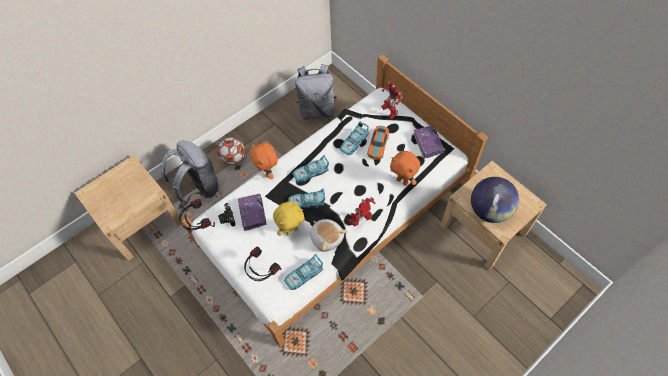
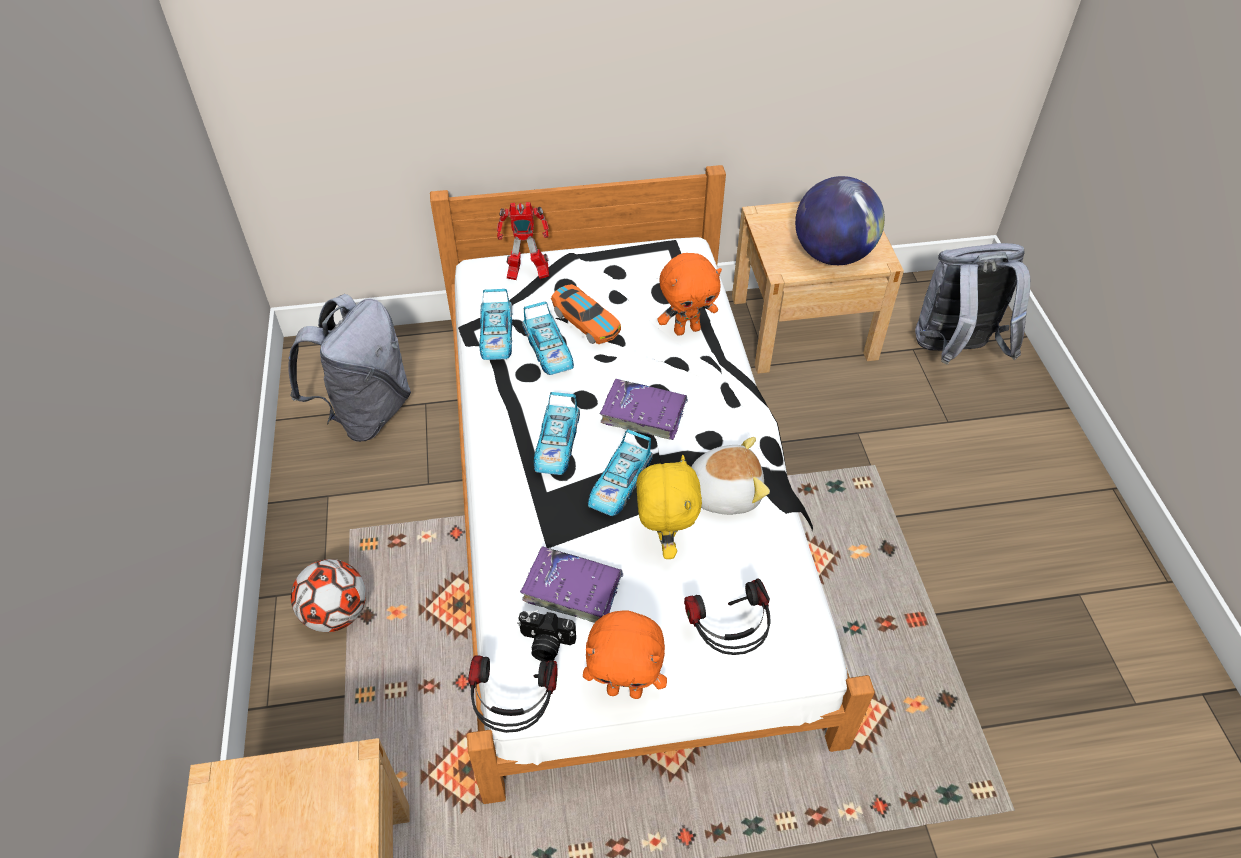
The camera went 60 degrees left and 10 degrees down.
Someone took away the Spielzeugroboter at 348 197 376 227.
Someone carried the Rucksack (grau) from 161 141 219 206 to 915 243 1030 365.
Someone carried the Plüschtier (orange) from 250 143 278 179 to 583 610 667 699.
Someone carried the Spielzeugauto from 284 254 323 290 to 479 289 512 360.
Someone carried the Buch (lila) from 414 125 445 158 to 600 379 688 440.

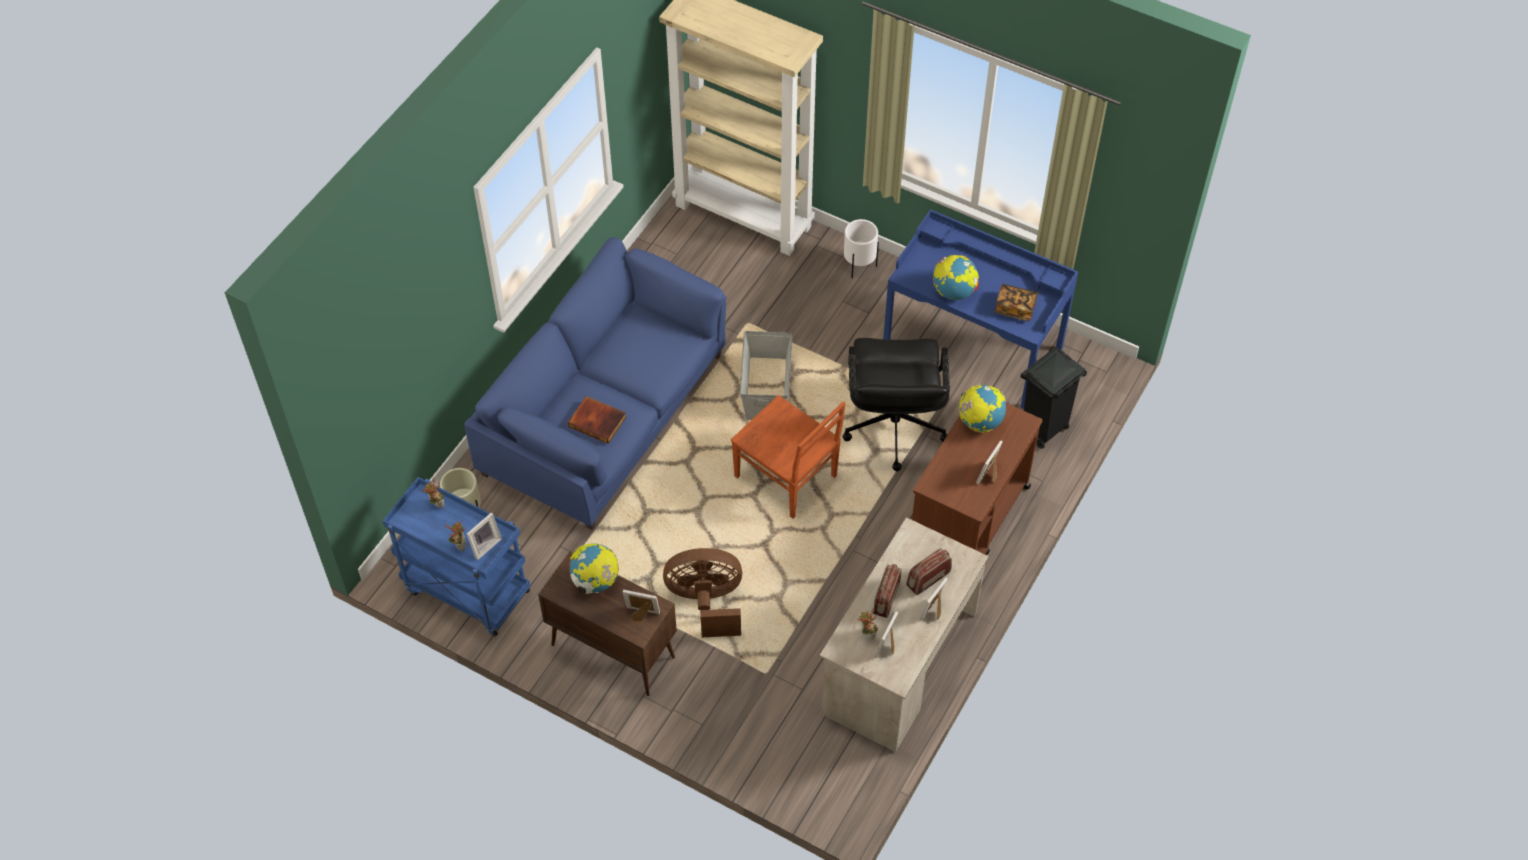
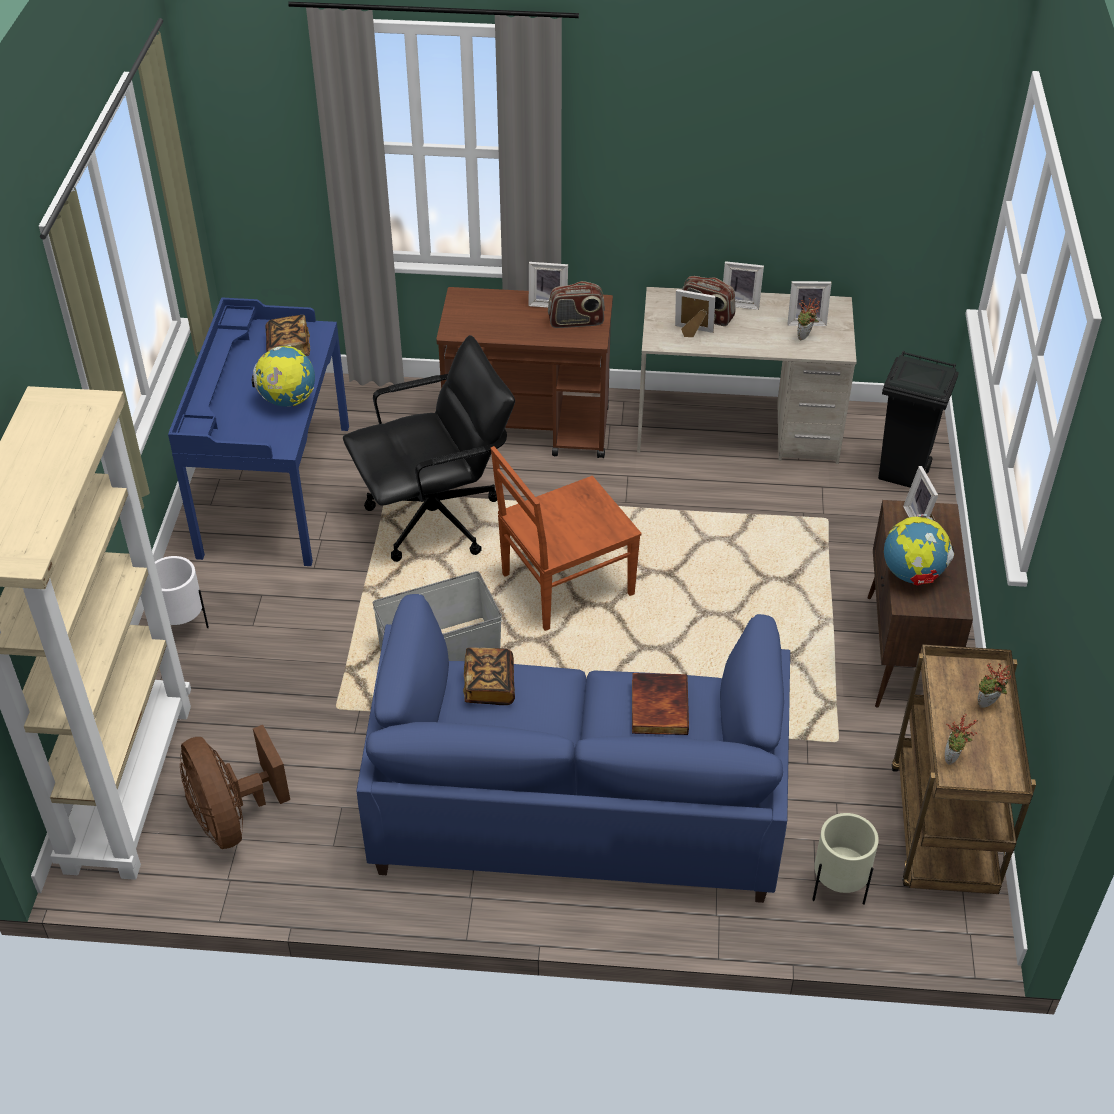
The camera went 115 degrees left and 10 degrees down.
Someone took away the Globus at 959 385 1006 433.
Someone put down the Buch at 463 647 515 705.
Someone carried the Bilderrahmen from 467 512 502 560 to 675 289 715 337.
Someone carried the Ventilator (braun) from 663 548 742 637 to 180 725 290 849.
Someone carried the Radio from 873 564 901 618 to 548 281 605 328.
Someone carried the Mülleimer (schwarz) from 1021 347 1087 449 to 878 351 959 488.
Someone repainted the Rollwagen (blau) at 383 477 530 637, which became the Rollwagen (braun) at 891 644 1036 894.
Someone rotated the Stuhl (braun) at 731 395 846 519 by 135 degrees counterclockwise.

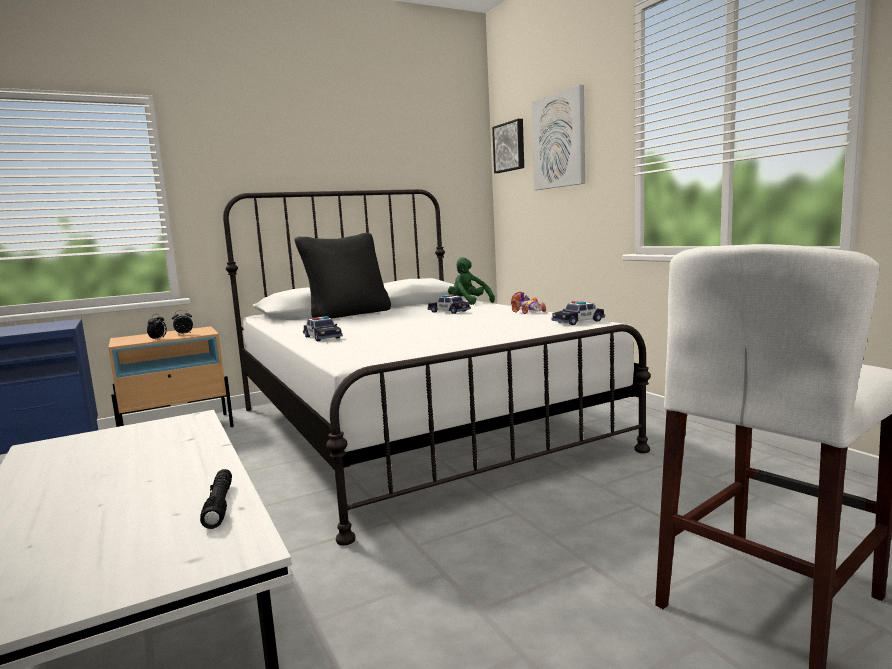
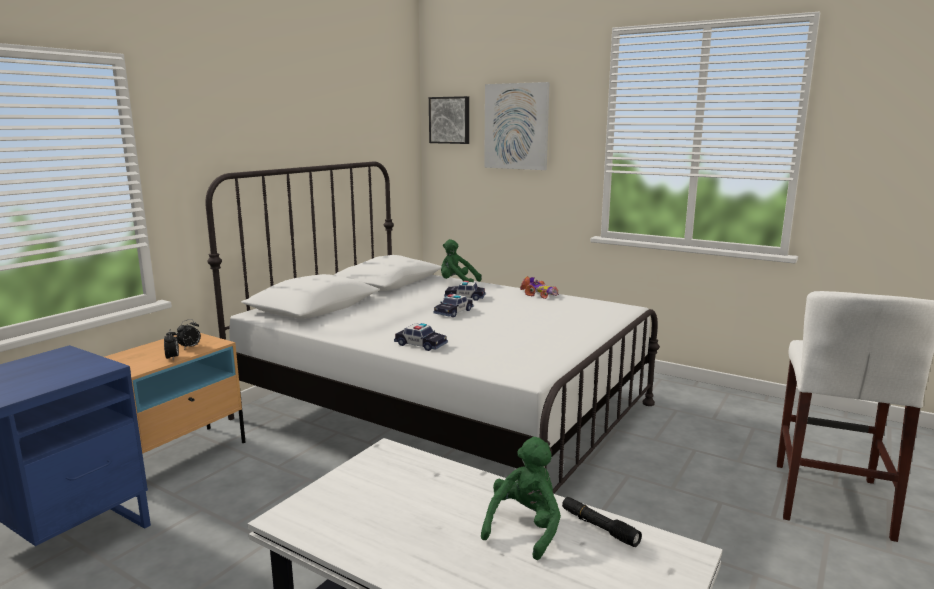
The camera went 30 degrees left and 5 degrees up.
Someone took away the Kissen (schwarz) at 294 233 391 319.
Someone put down the Plüschtier (grün) at 481 437 561 560.
Someone carried the Spielzeugauto from 551 301 605 325 to 433 294 474 317.

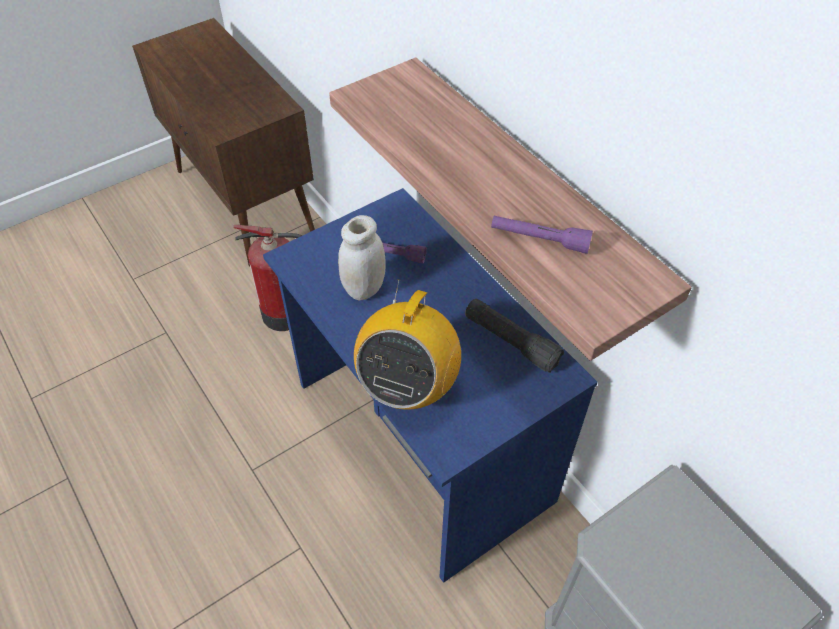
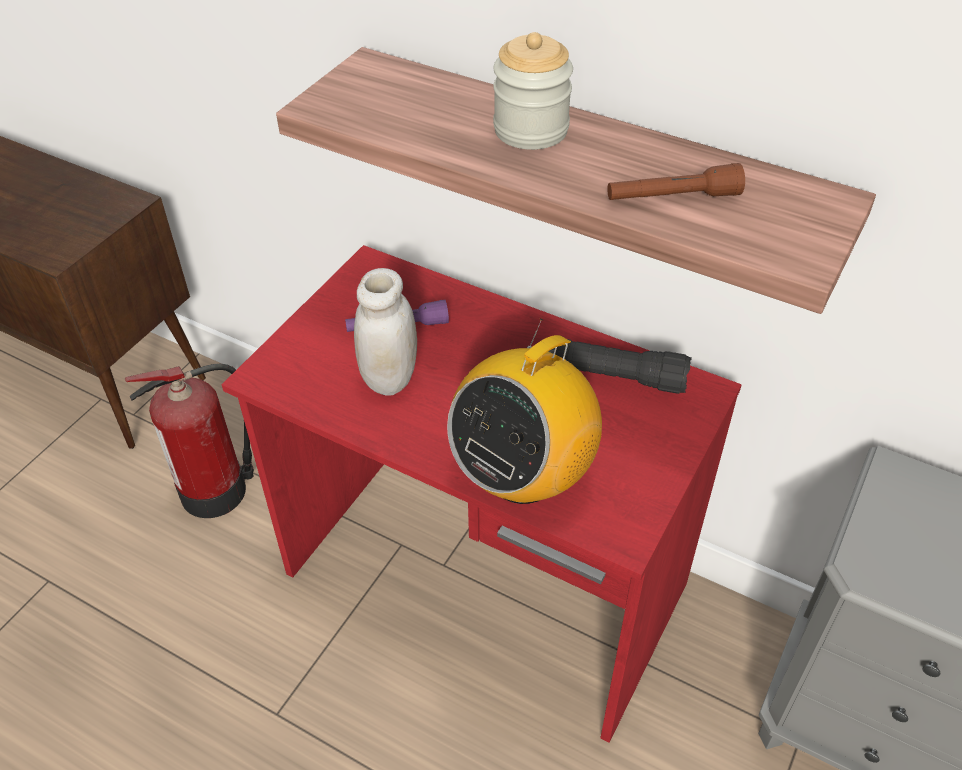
The camera went 25 degrees left and 5 degrees down.
Someone put down the Vorratsglas at 493 32 573 150.
Someone repainted the Schreibtisch (blau) at 263 188 598 583, which became the Schreibtisch (rot) at 222 245 742 743.
Someone repainted the Taschenlampe (lila) at 491 216 593 254, which became the Taschenlampe (braun) at 607 163 745 200.
Someone rotated the Radio at 354 279 461 410 by 45 degrees clockwise.

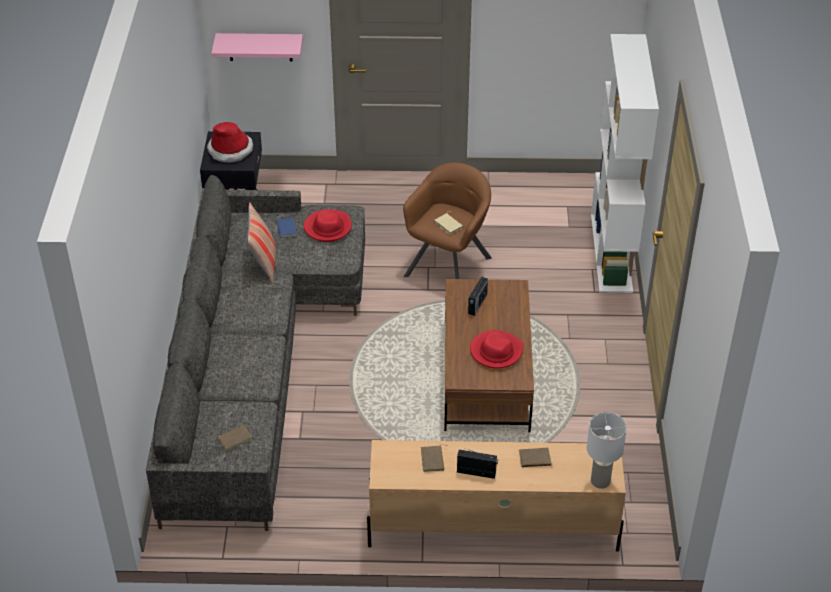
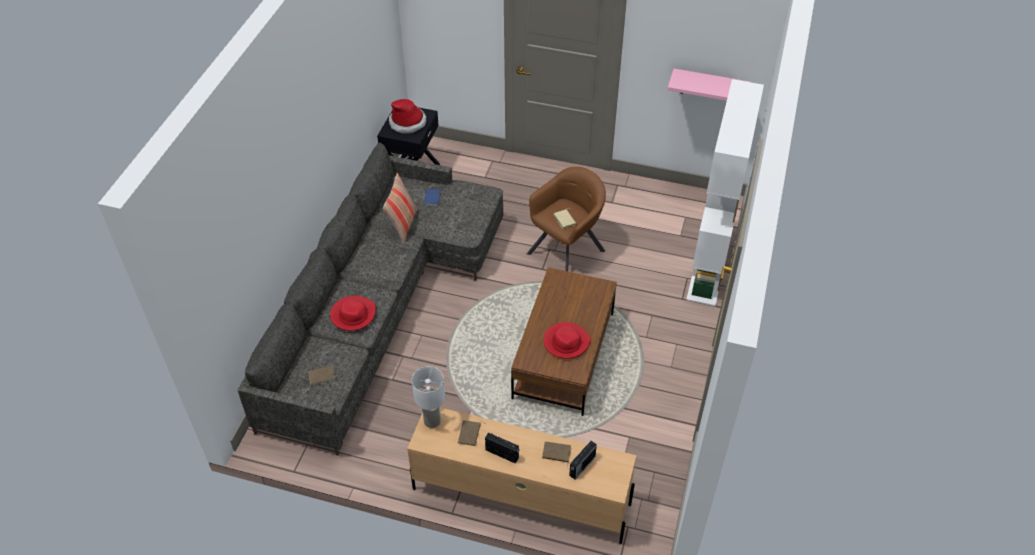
The camera went 15 degrees right and 5 degrees up.
Someone carried the Wandregal (rosa) from 211 33 303 62 to 668 69 750 101.
Someone carried the Hut (rot) from 304 209 352 242 to 330 296 376 331.
Someone carried the Radio from 468 277 488 316 to 569 441 597 479.
Someone carried the Tischlampe (weiß) from 587 412 627 489 to 412 366 445 428.

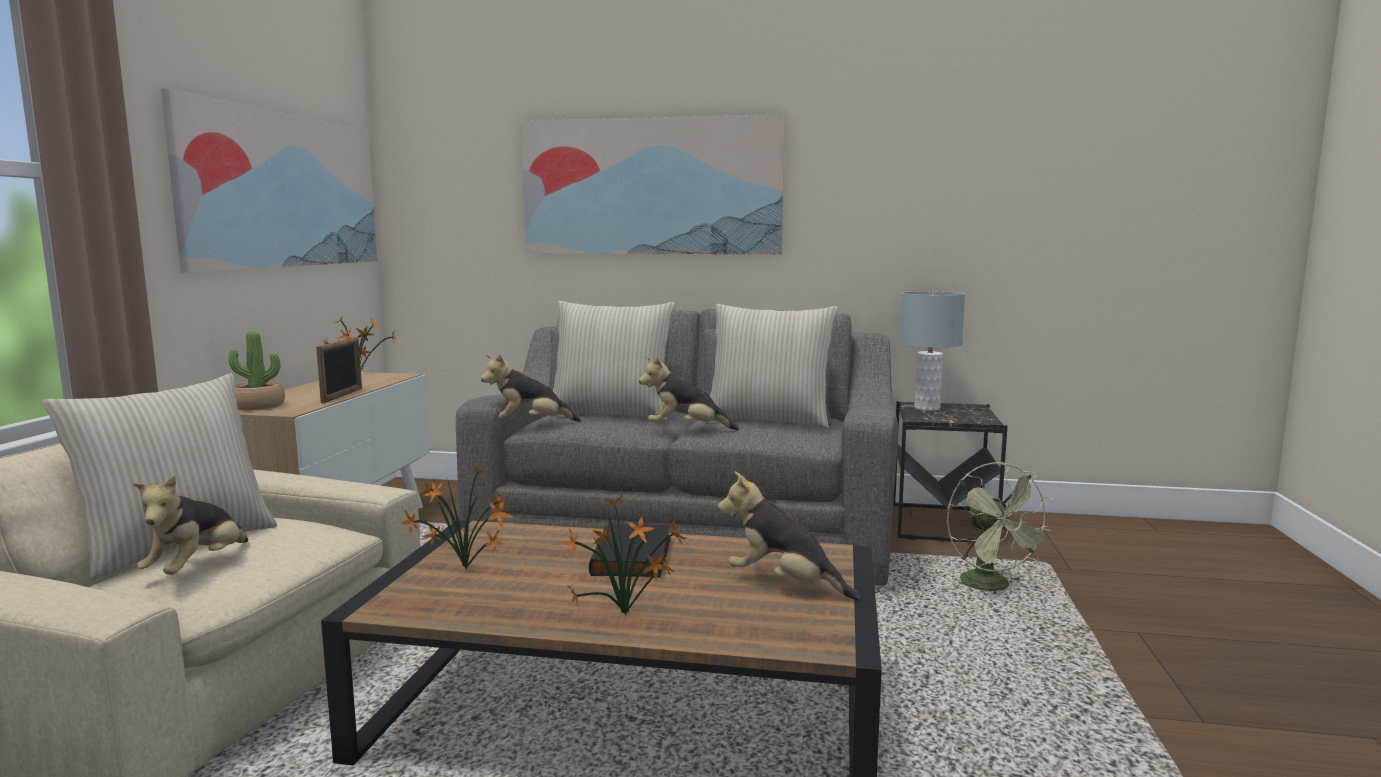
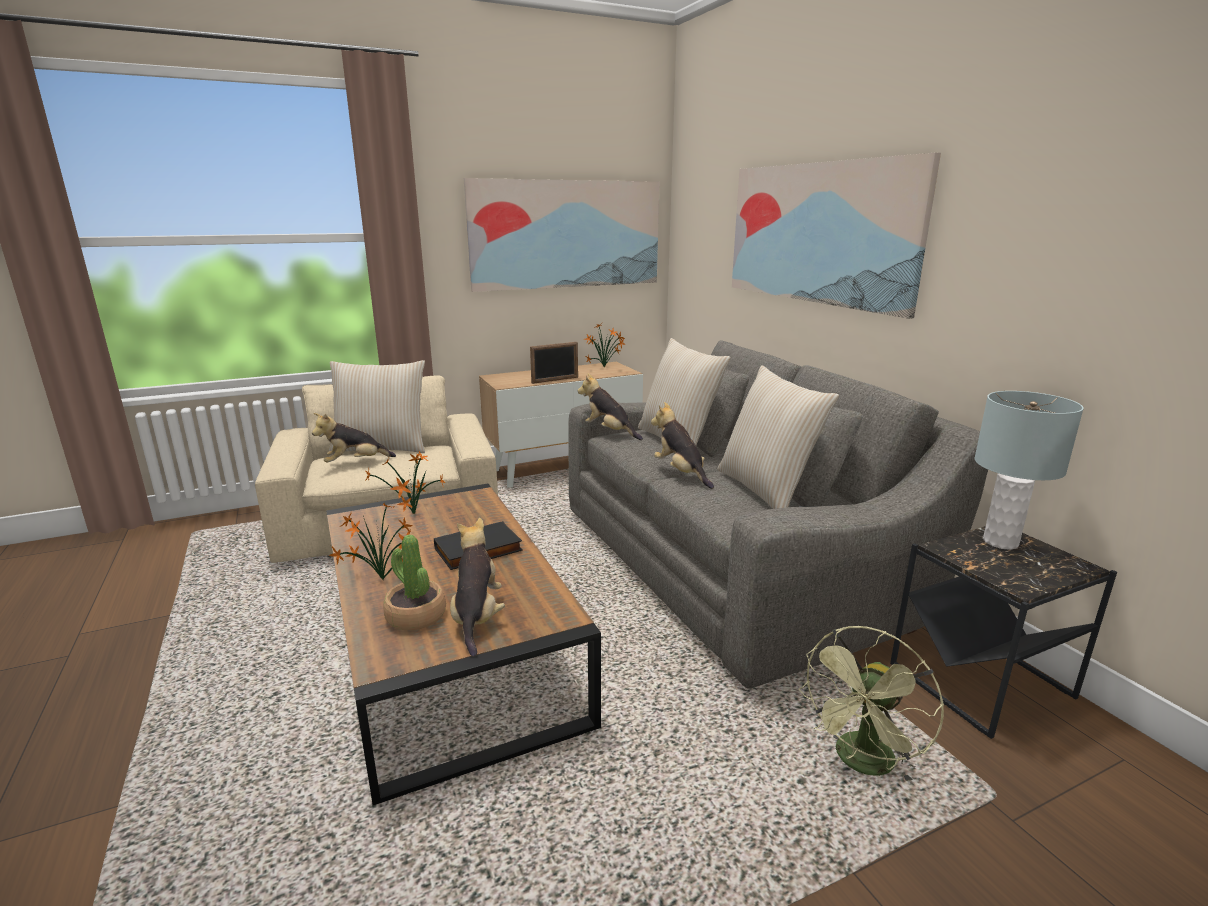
The camera went 55 degrees right and 10 degrees up.
Someone carried the Topfpflanze from 228 330 285 410 to 383 535 446 630.

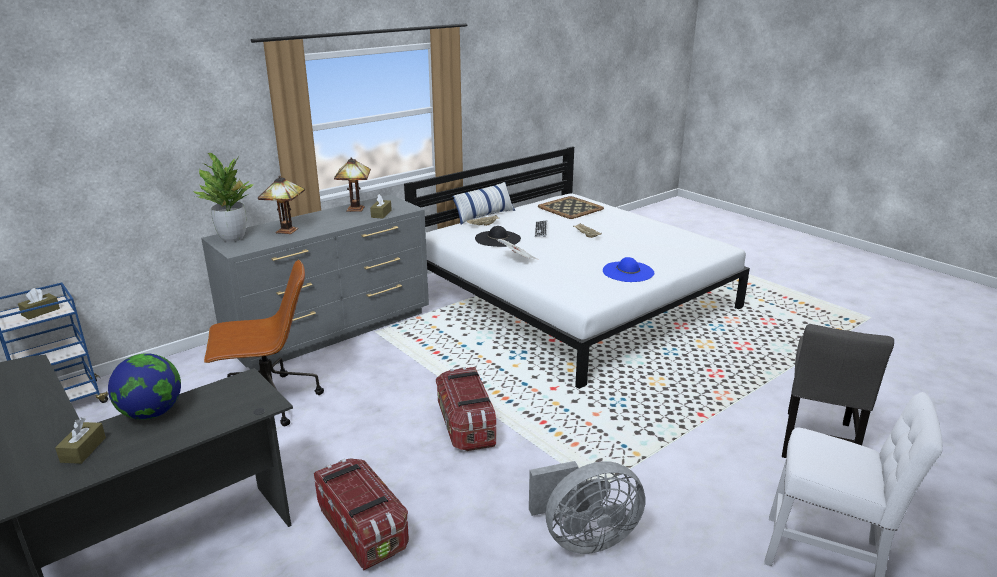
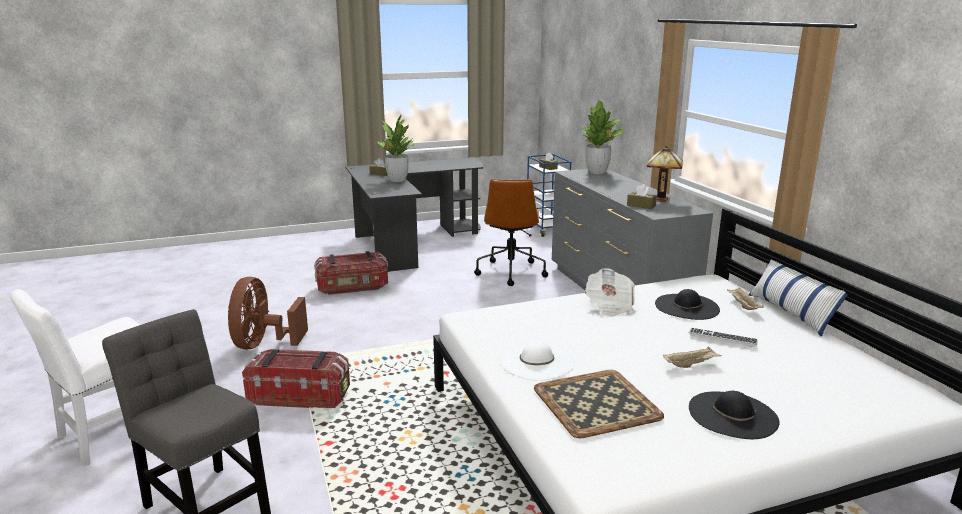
The camera went 110 degrees right and 5 degrees down.
Someone took away the Tischlampe at 258 176 305 234.
Someone put down the Hut (schwarz) at 689 391 779 439.
Someone carried the Aufbewahrungsbox from 436 367 496 451 to 242 349 350 408.
Someone carried the Tablett from 538 196 604 219 to 534 370 664 438.
Someone swapped the Globus at 108 353 181 420 for the Topfpflanze at 377 114 418 182.
Someone repainted the Ventilator (grau) at 529 461 645 554, which became the Ventilator (braun) at 228 277 308 350.
Someone repainted the Hut (blau) at 603 257 654 282, which became the Hut (weiß) at 500 341 575 381.

